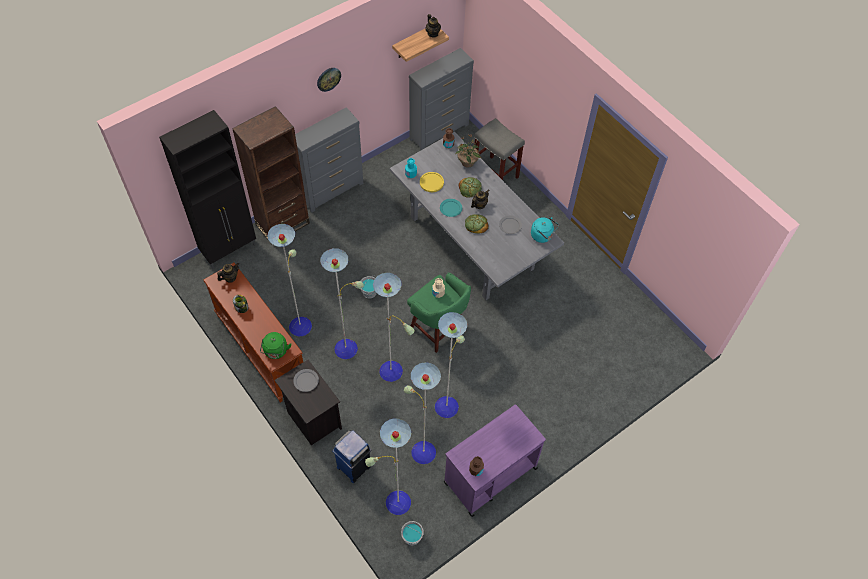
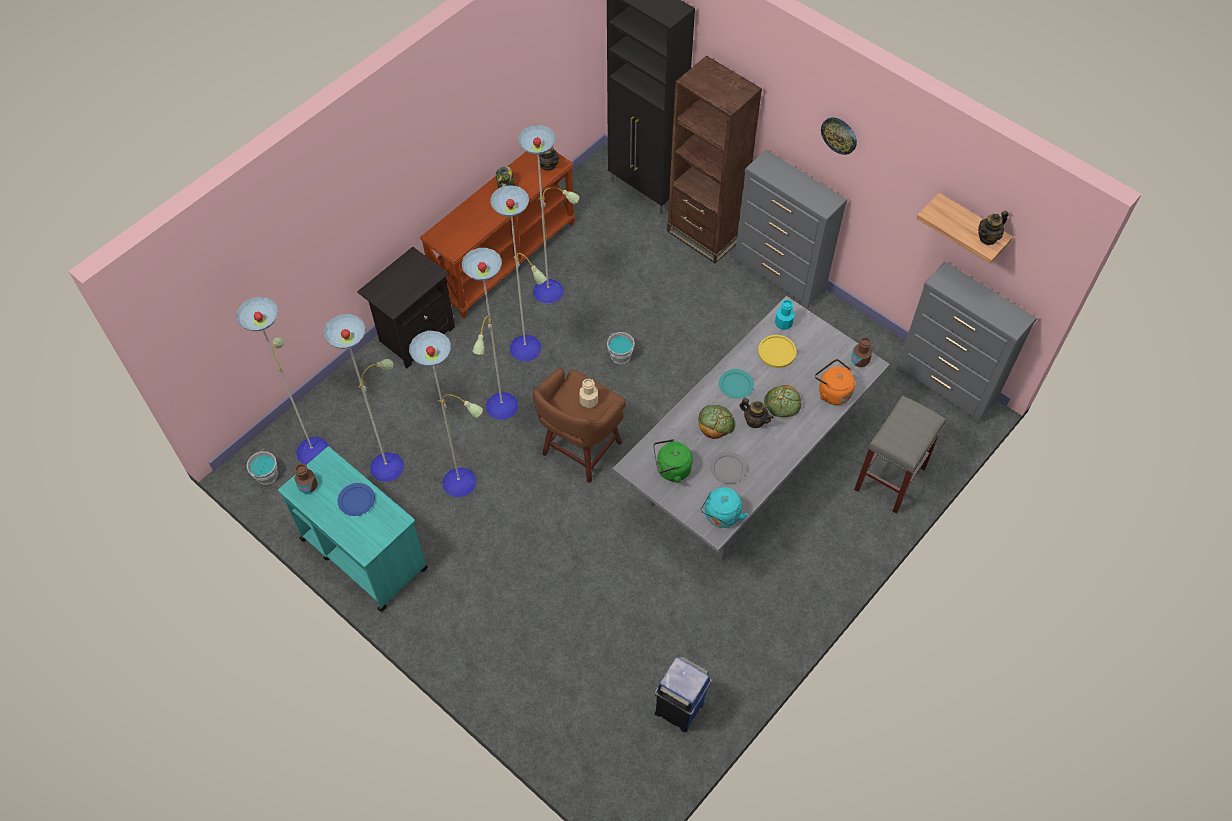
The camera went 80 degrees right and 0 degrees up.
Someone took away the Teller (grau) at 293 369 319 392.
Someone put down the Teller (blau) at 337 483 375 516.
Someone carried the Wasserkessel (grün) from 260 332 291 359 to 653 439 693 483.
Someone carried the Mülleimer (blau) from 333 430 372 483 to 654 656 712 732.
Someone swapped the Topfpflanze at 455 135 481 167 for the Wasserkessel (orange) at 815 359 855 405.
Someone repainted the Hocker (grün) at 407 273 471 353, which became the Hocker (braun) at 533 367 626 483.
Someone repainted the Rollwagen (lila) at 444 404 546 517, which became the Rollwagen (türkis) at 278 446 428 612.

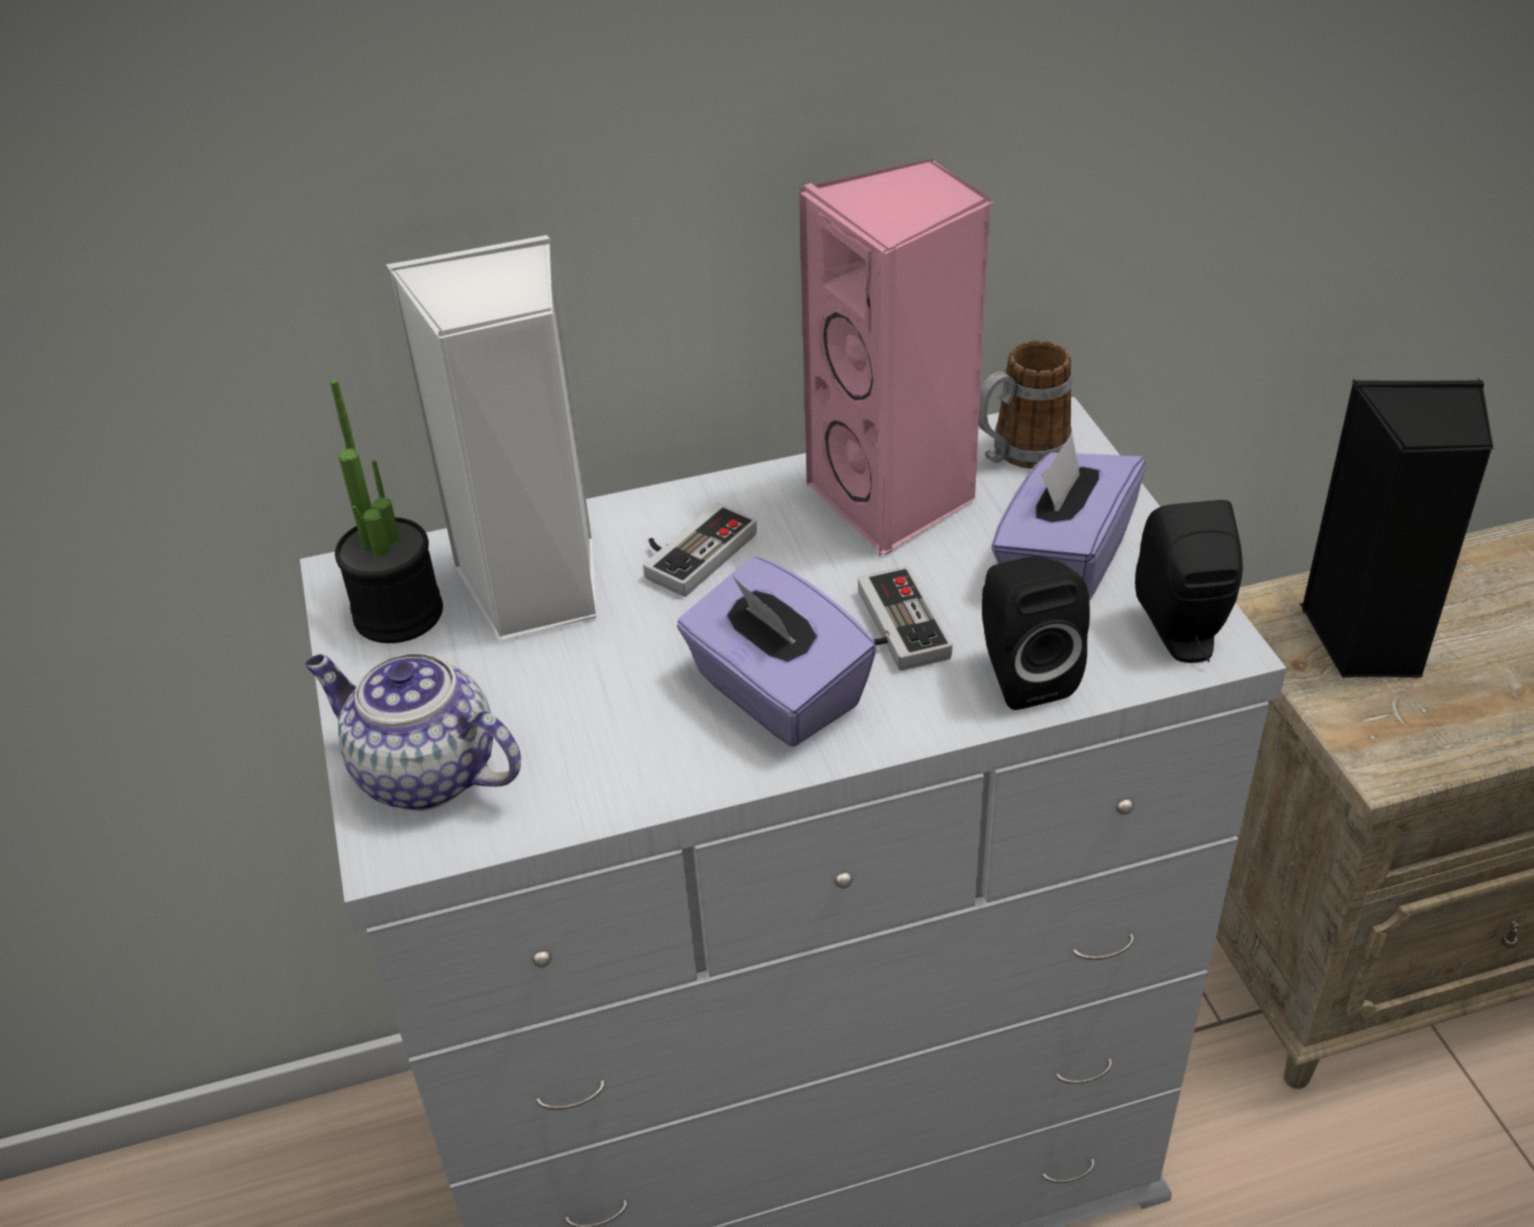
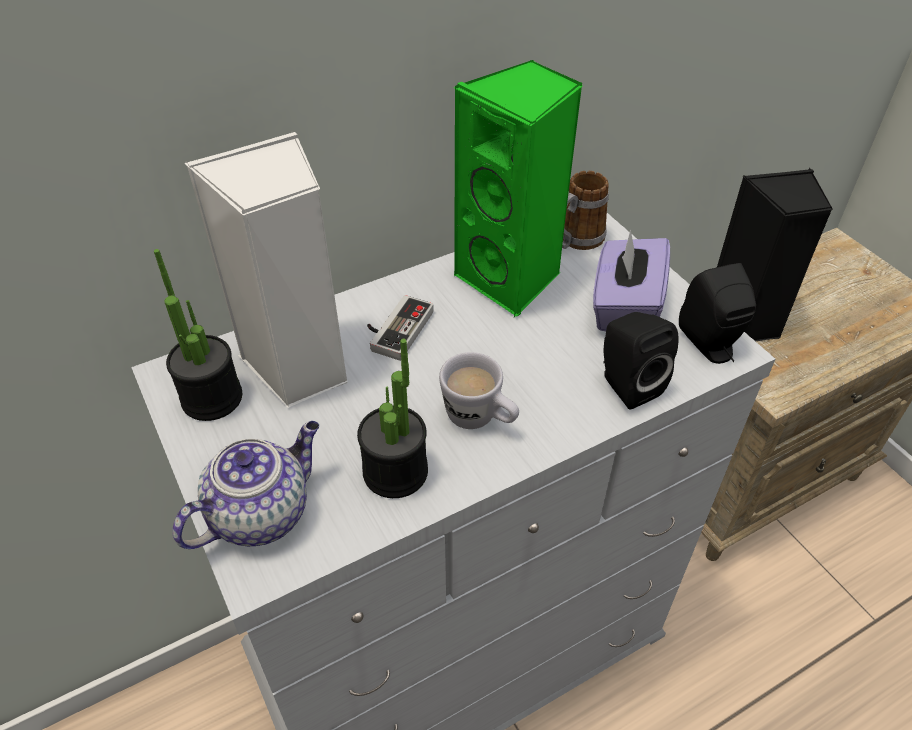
The camera went 15 degrees left and 5 degrees up.
Someone took away the Gamepad at 858 567 952 671.
Someone put down the Topfpflanze at 357 339 428 498.
Someone swapped the Taschentuchbox (lila) at 677 557 877 747 for the Henkelbecher (weiß) at 439 352 519 429.
Someone repainted the Lautsprecher (rosa) at 798 159 993 556, which became the Lautsprecher (grün) at 453 60 582 317.
Someone rotated the Teekanne at 305 653 521 811 by 120 degrees clockwise.

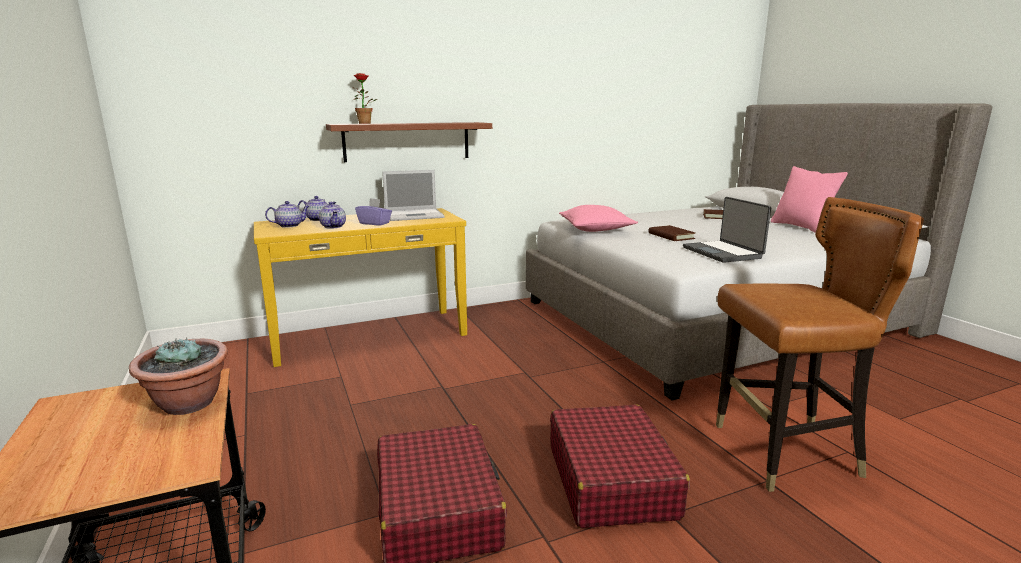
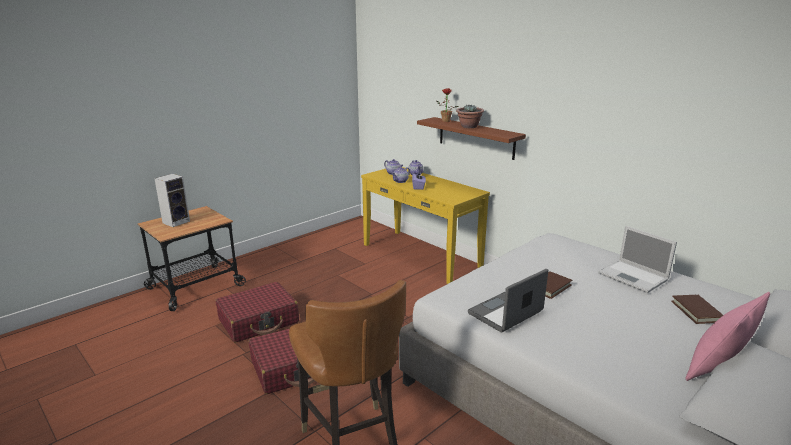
The camera went 70 degrees right and 5 degrees up.
Someone took away the Kissen (rosa) at 559 205 638 232.
Someone put down the Lautsprecher at 154 174 190 227.
Someone carried the Topfpflanze from 129 338 228 415 to 456 104 484 128.
Someone carried the Laptop from 382 170 444 221 to 598 226 677 293.

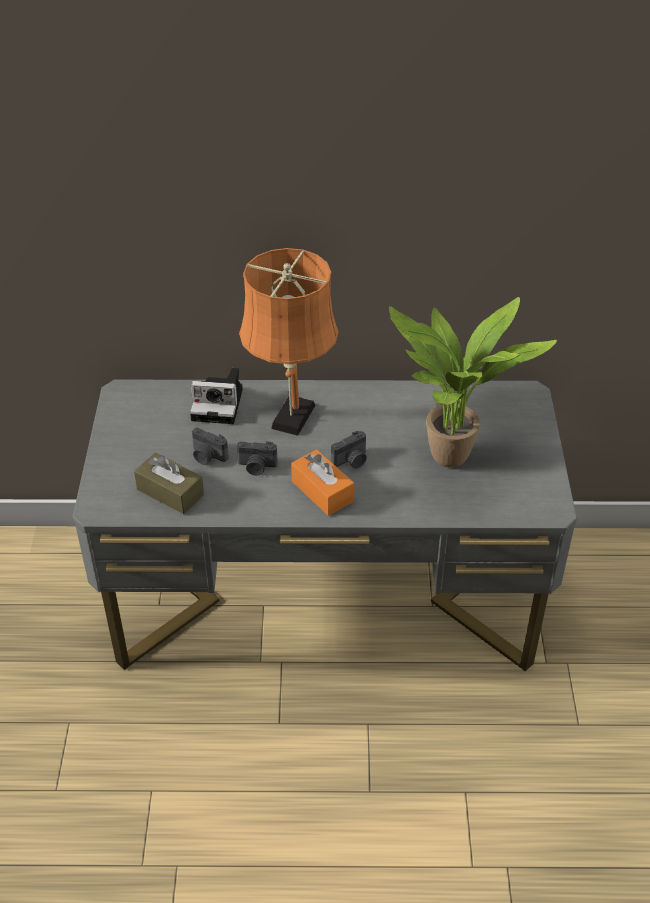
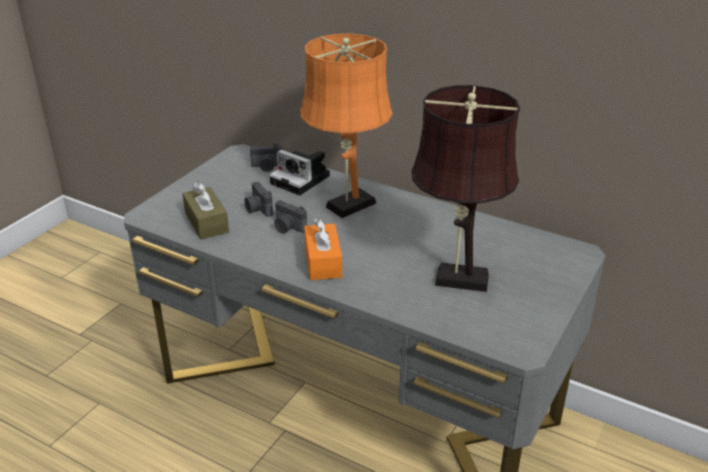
The camera went 30 degrees right and 10 degrees down.
Someone carried the Kamera from 331 431 367 469 to 250 144 282 172.
Someone swapped the Topfpflanze at 389 297 557 468 for the Tischlampe (braun) at 412 85 520 292.

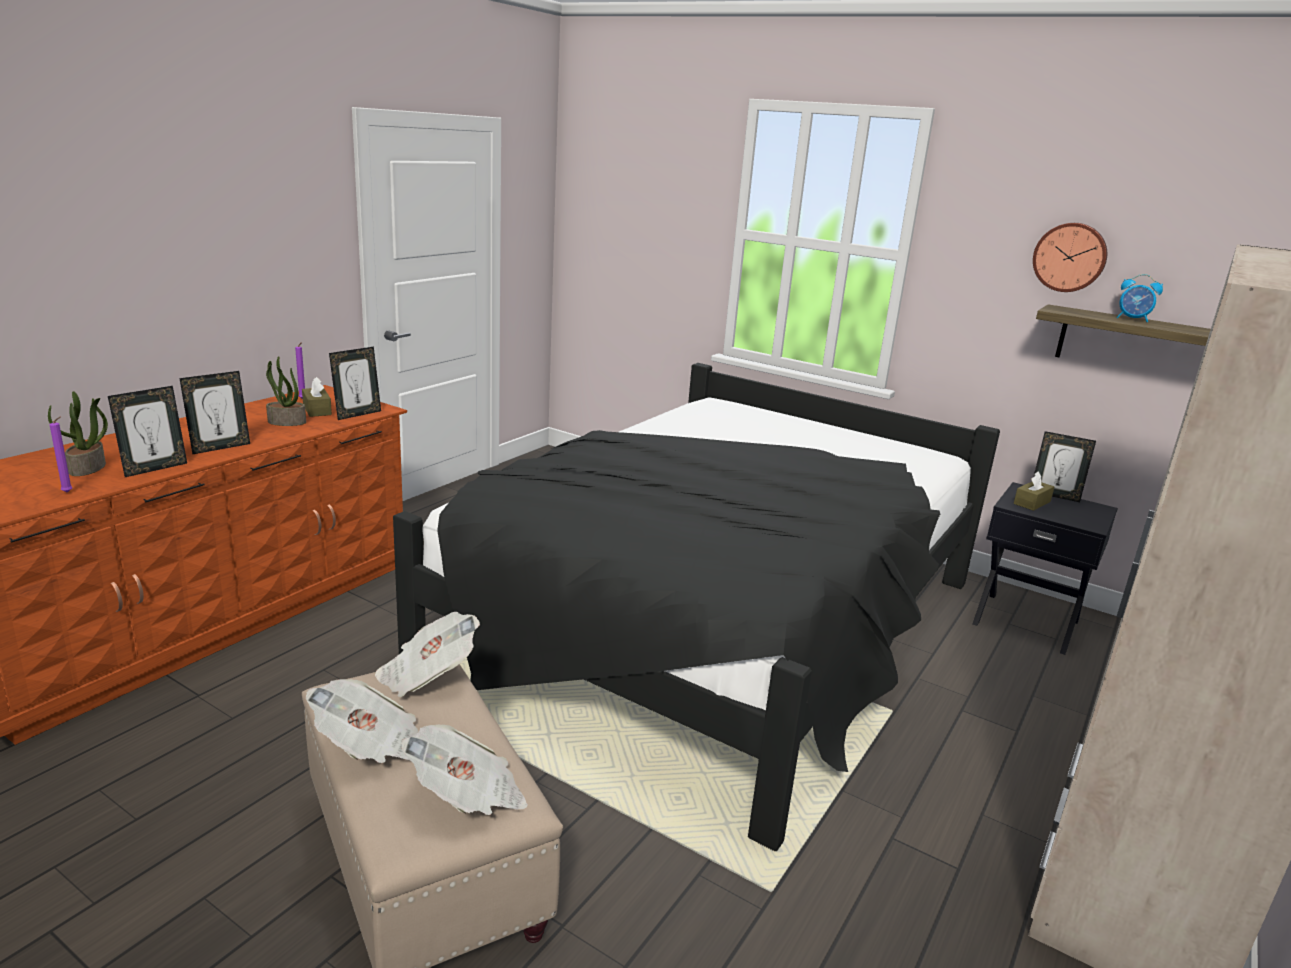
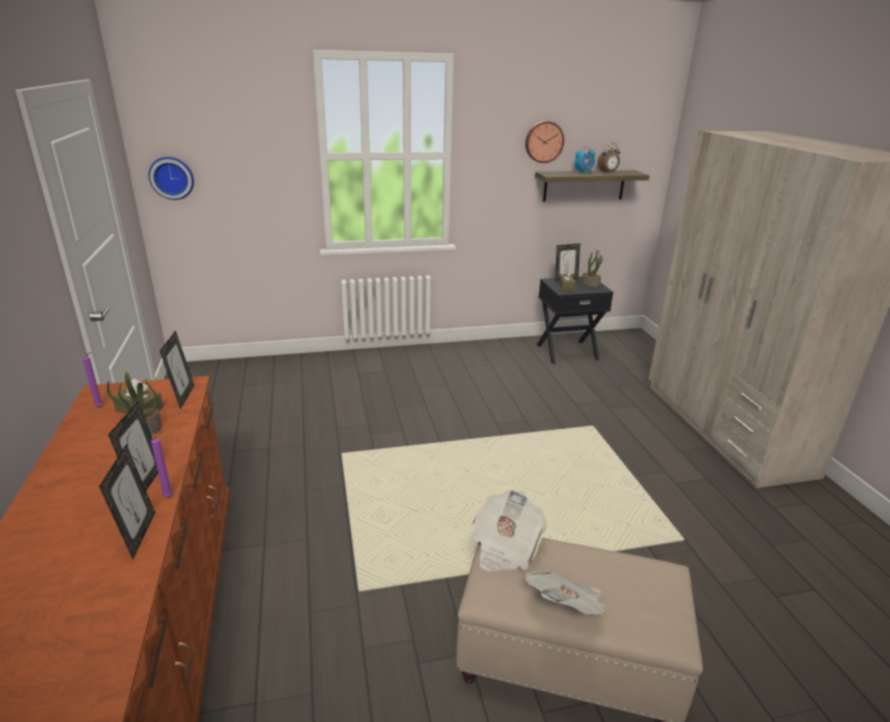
The camera went 45 degrees left and 5 degrees up.
Someone took away the Bett (schwarz) at 393 363 1000 851.
Someone took away the Zeitung at 401 724 528 815.
Someone put up the Wanduhr at 149 157 194 200.
Someone put down the Wecker at 598 143 620 172.
Someone carried the Topfpflanze from 48 391 108 476 to 582 250 602 287.
Someone carried the Kerze (lila) from 49 417 72 493 to 151 431 173 497.

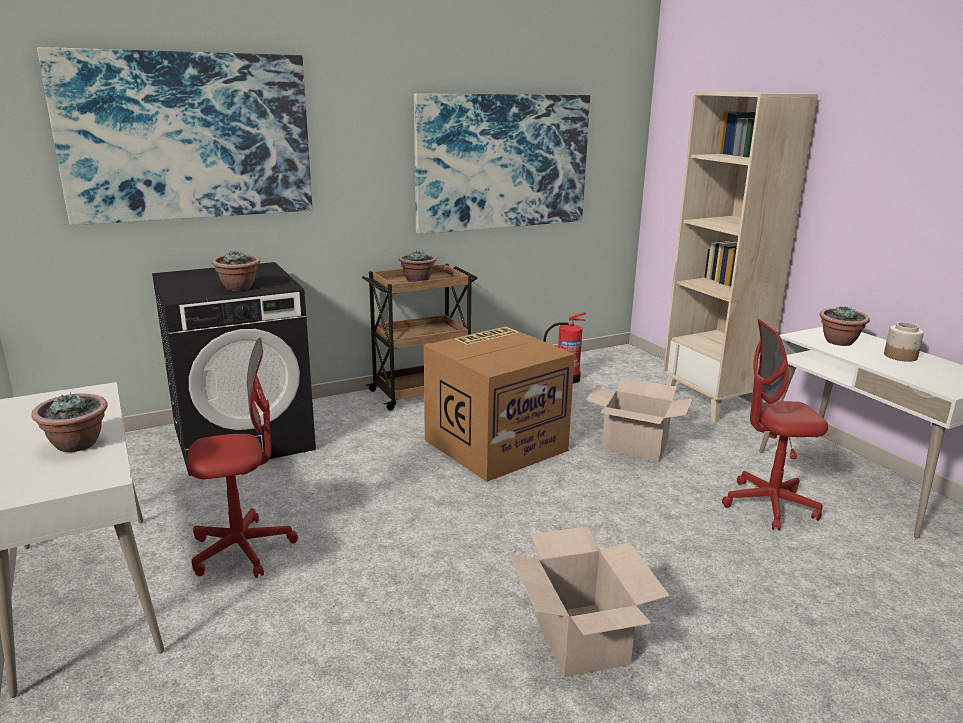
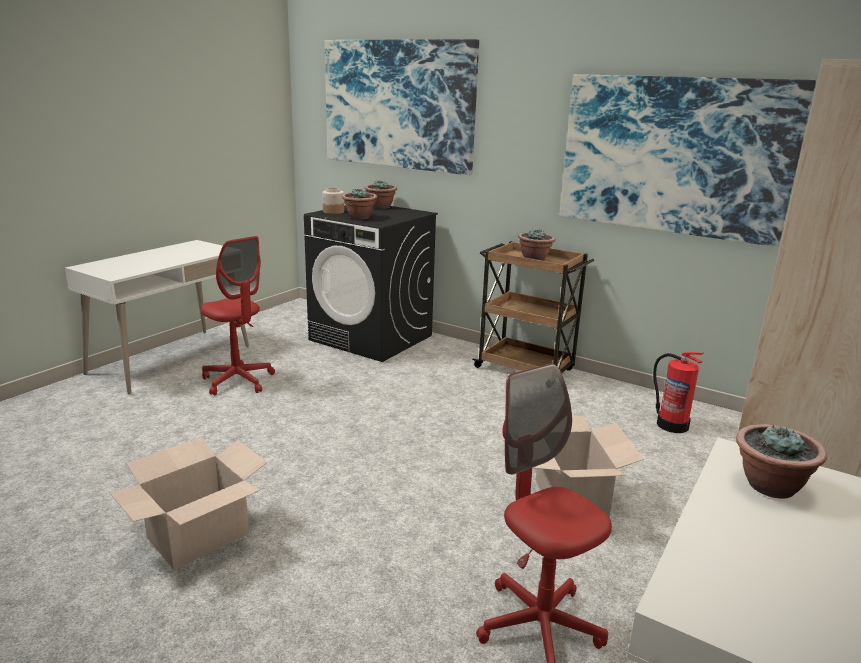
The camera went 60 degrees right and 0 degrees up.
Someone took away the Karton at 424 326 575 482.
Someone carried the Topfpflanze from 31 393 108 452 to 365 181 397 209.
Someone carried the Vorratsglas from 884 322 924 362 to 322 188 344 214.

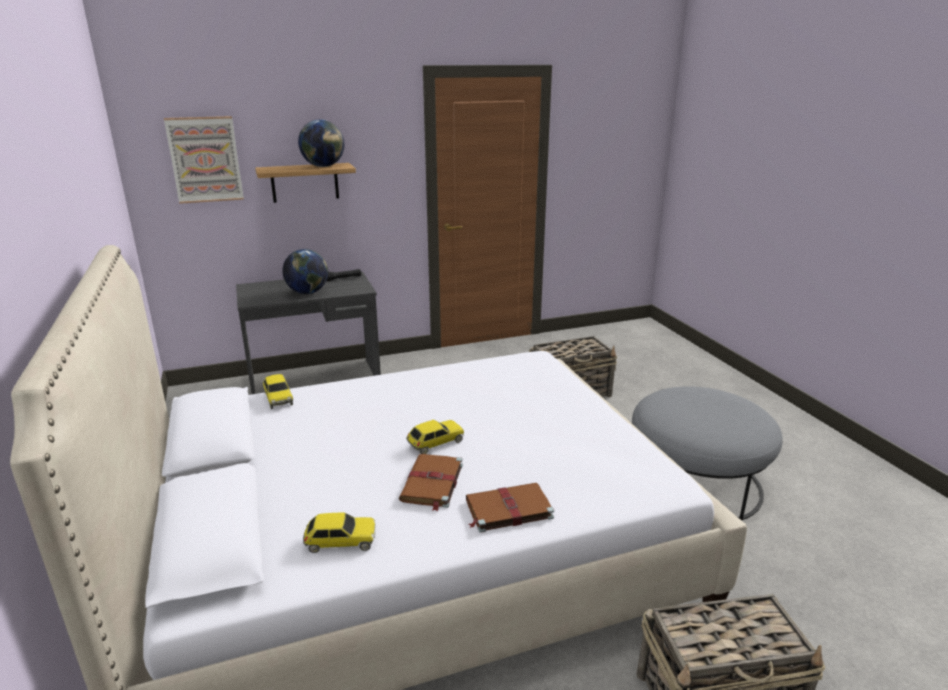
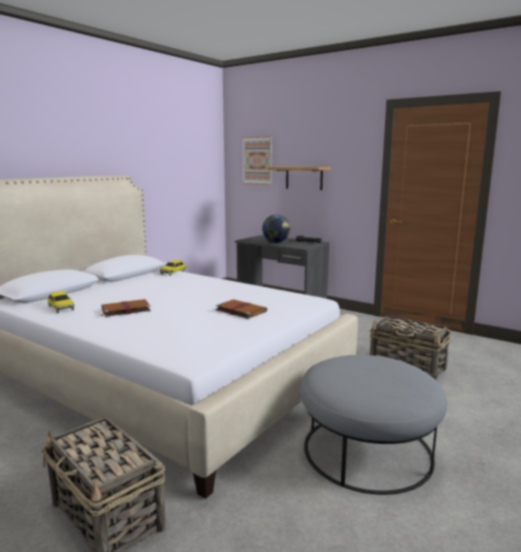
The camera went 55 degrees right and 10 degrees down.
Someone took away the Globus at 298 119 344 167.
Someone took away the Spielzeugauto at 406 420 464 454.
Someone carried the Buch (braun) from 466 483 554 533 to 216 300 267 319.

